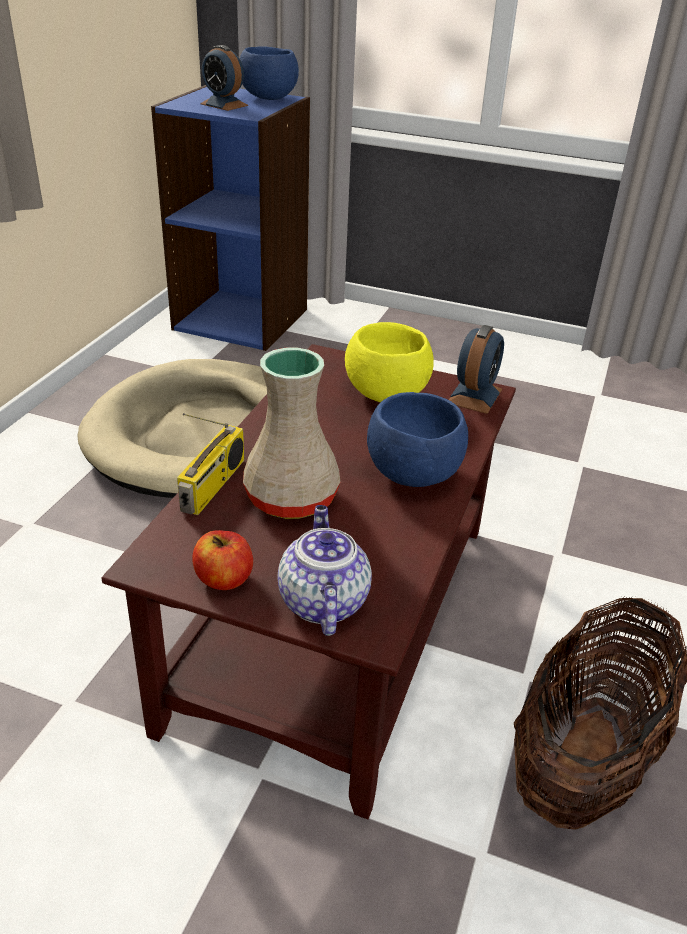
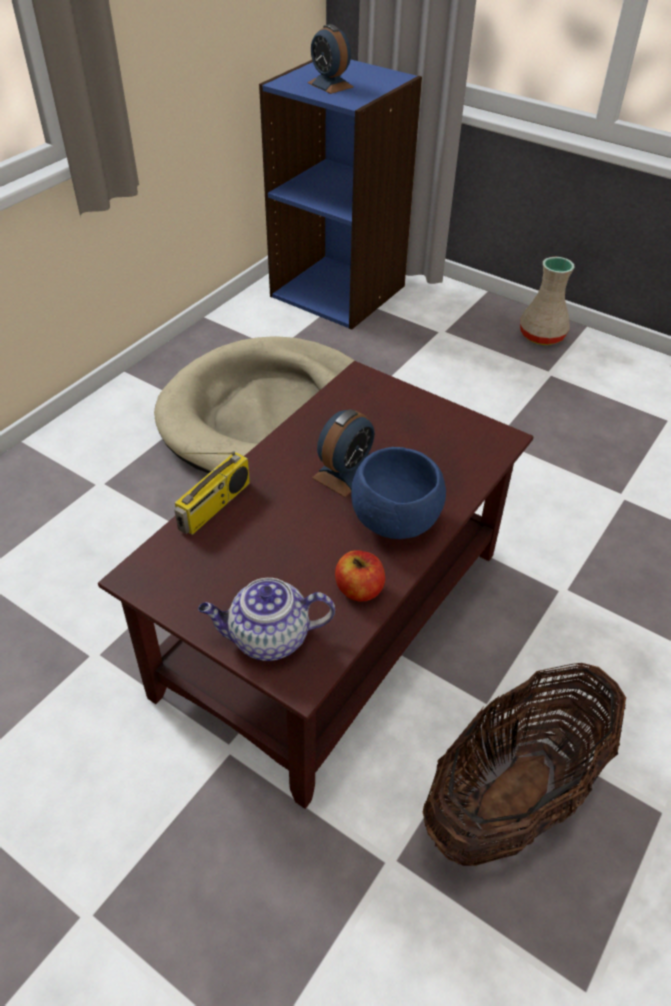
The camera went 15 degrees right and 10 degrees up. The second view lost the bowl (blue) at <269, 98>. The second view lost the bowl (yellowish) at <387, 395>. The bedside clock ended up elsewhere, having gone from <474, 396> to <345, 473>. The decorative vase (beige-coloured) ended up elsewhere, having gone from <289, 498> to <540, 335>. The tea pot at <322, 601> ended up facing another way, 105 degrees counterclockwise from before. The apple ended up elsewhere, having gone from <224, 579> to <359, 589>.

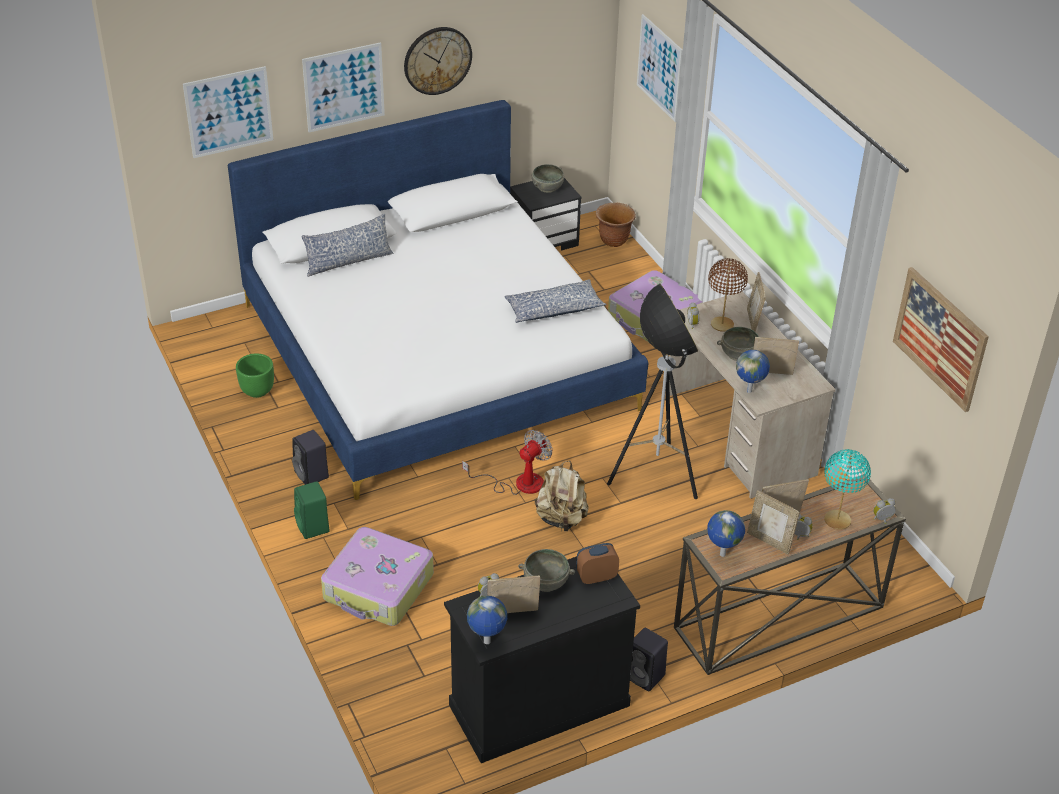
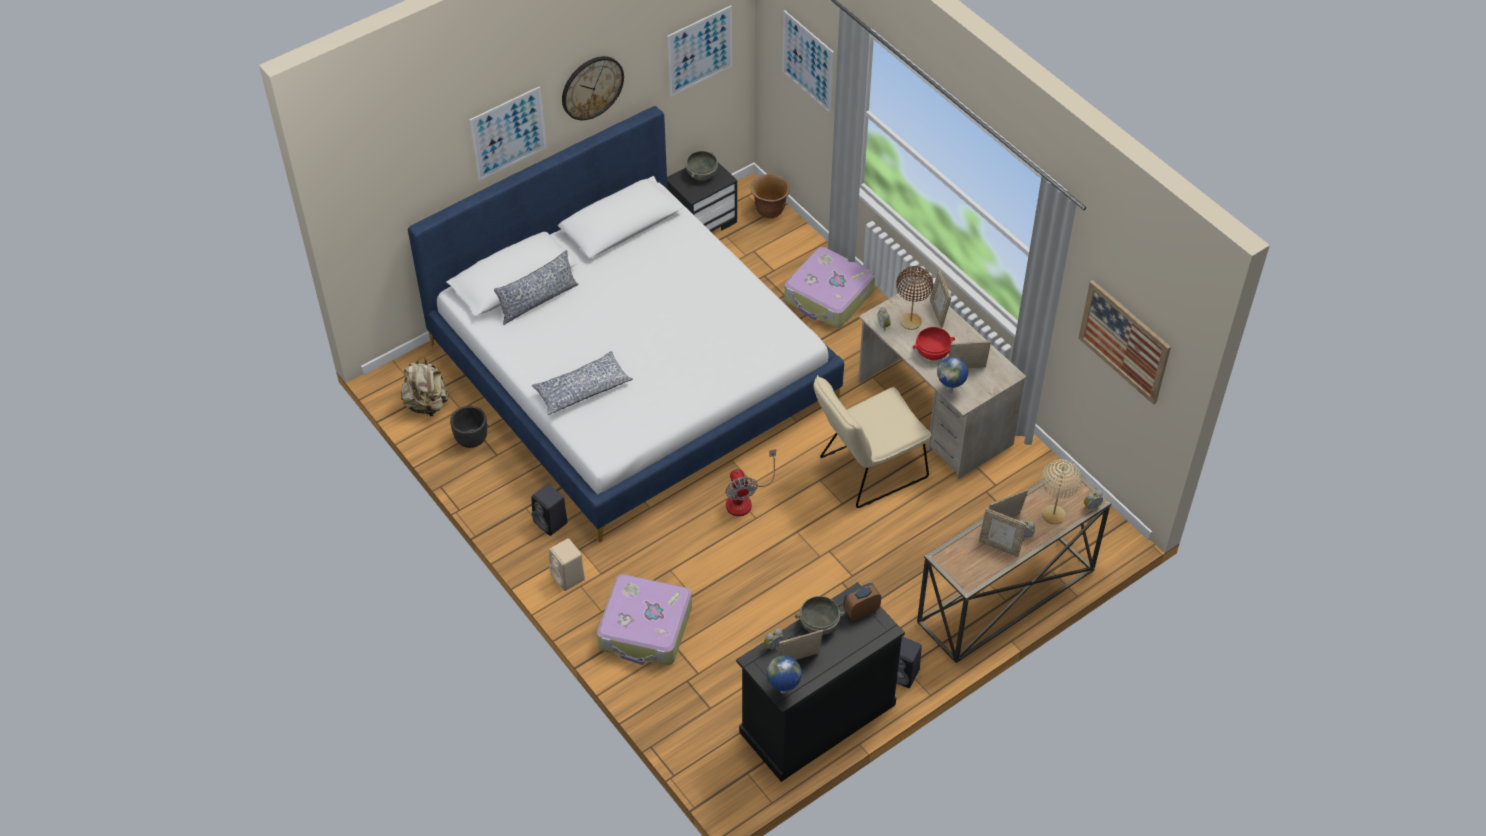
The camera went 10 degrees left and 10 degrees up. The wall art ended up elsewhere, having gone from <228, 112> to <699, 51>. The throw pillow ended up elsewhere, having gone from <553, 309> to <581, 389>. Where the standing lamp stood at <654, 476>, the chair (beige-coloured) came to stand at <866, 470>. What was the bowl (grey) at <738, 355> turned into the bowl (reddish) at <932, 353>. What was the planter (green) at <257, 390> turned into the planter (black-coloured) at <471, 439>. The cooling fan at <518, 483> ended up facing another way, 135 degrees clockwise from before. What was the lamp for a table (blue-green) at <837, 520> turned into the lamp for a table (beige-coloured) at <1053, 515>. The backpack (beige-coloured) ended up elsewhere, having gone from <561, 518> to <427, 404>. What was the loudspeaker (green) at <313, 527> turned into the loudspeaker (beige-coloured) at <568, 577>. The second view lost the globe at <721, 554>.

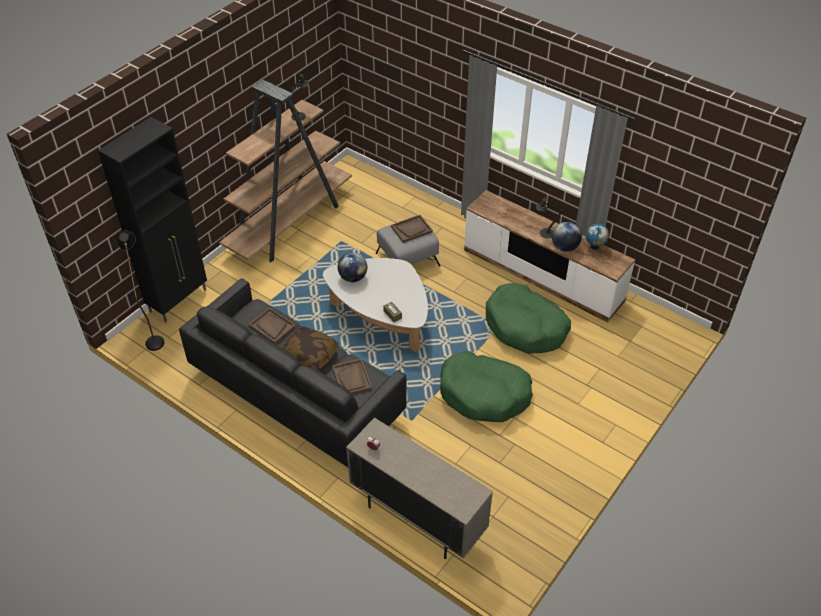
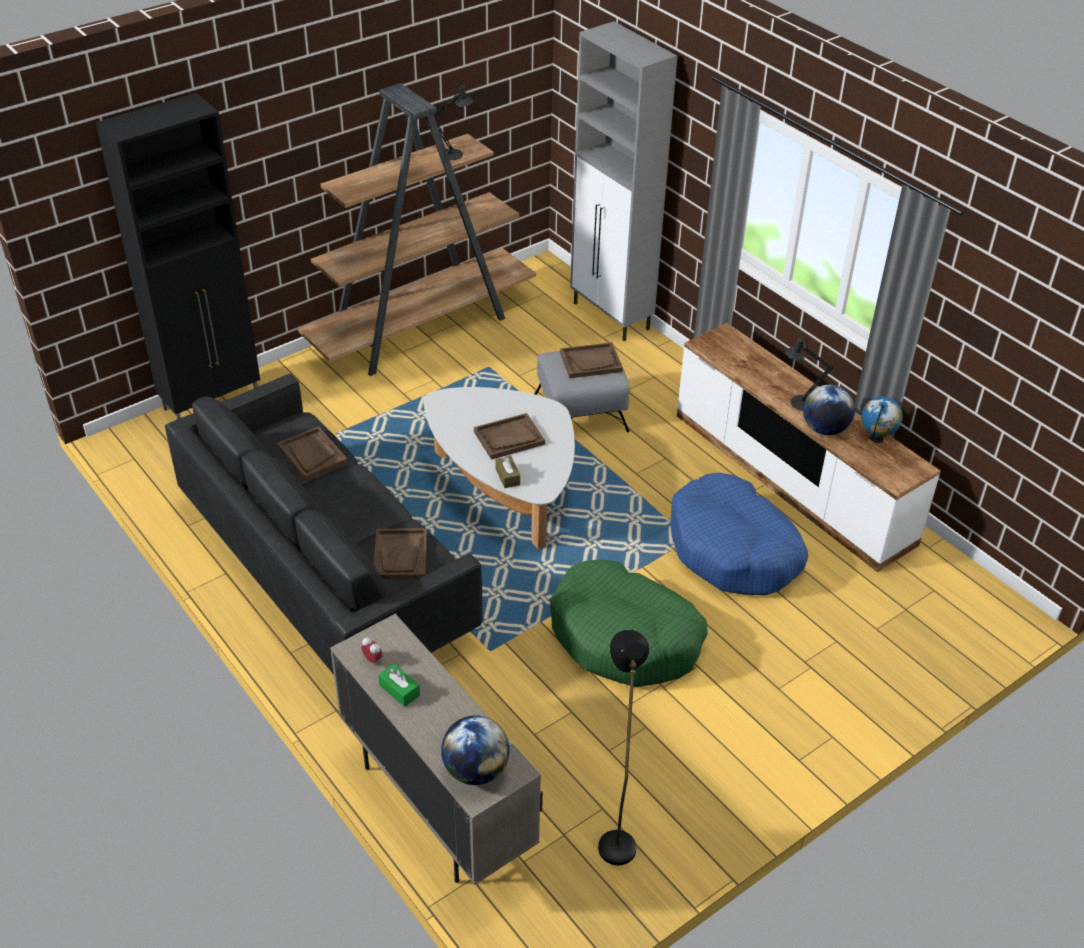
The camera went 15 degrees right and 5 degrees down. The standing lamp (black-coloured) ended up elsewhere, having gone from <154, 338> to <615, 835>. The globe ended up elsewhere, having gone from <353, 277> to <475, 770>. What was the pet bed (green) at <525, 327> turned into the pet bed (blue) at <733, 550>. The second view lost the throw pillow at <310, 355>. The second view gained the cupboard (grey) at <611, 317>. The second view gained the tray (brown) at <509, 438>. The second view gained the tissue box (green) at <399, 690>.

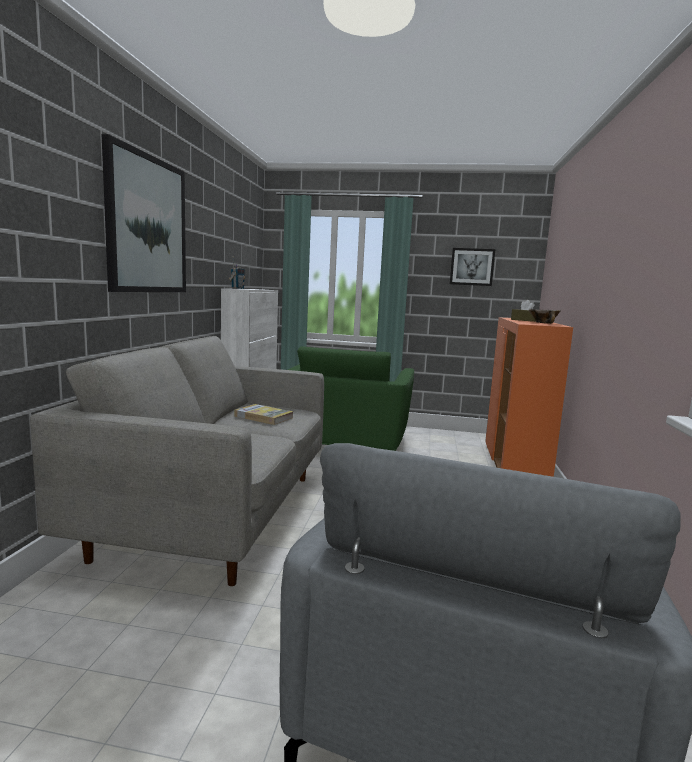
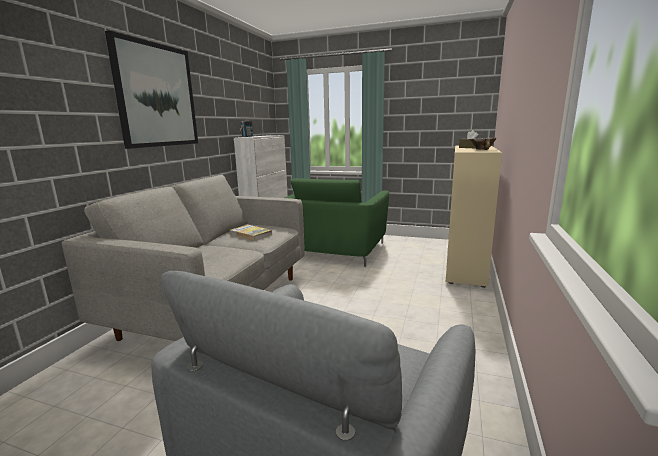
The camera went 10 degrees right and 5 degrees up. The second view lost the wall art at <472, 267>. What was the cupboard (orange) at <514, 465> turned into the cupboard (beige-coloured) at <465, 266>.

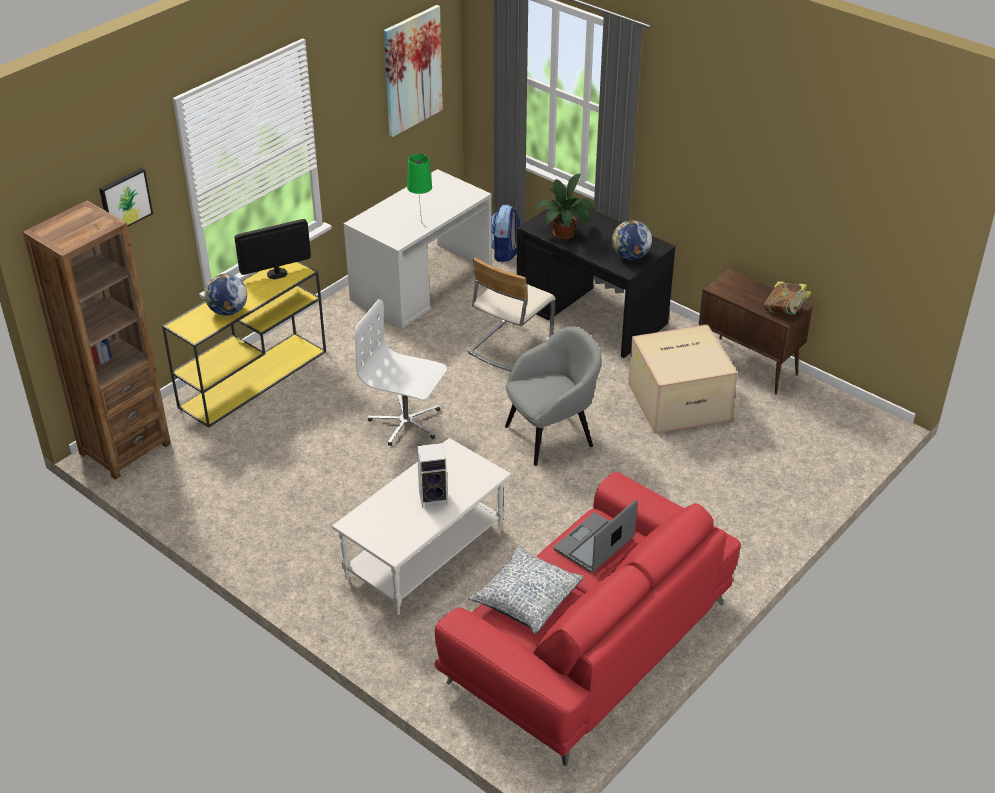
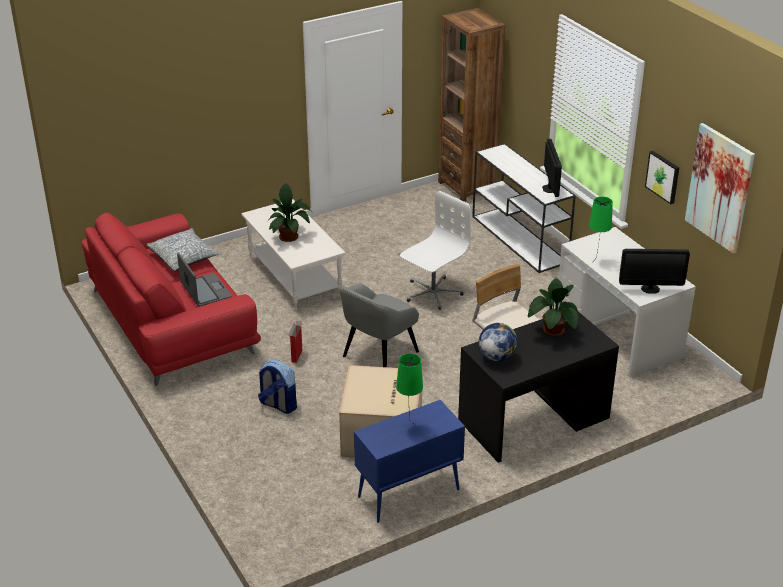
The camera went 110 degrees right and 5 degrees down. The wall art ended up elsewhere, having gone from <125, 200> to <663, 176>. The backpack ended up elsewhere, having gone from <505, 252> to <278, 405>. What was the narrow table (yellowish) at <254, 378> turned into the narrow table (white-coloured) at <520, 240>. What was the cupboard (brown) at <748, 366> turned into the cupboard (blue) at <408, 494>. The second view lost the globe at <228, 311>. The second view lost the book at <785, 311>. The easy chair (grey) at <551, 435> ended up facing another way, 45 degrees clockwise from before. Where the loudspeaker stood at <434, 497>, the houseplant came to stand at <289, 235>. The second view gained the computer display at <650, 289>. The second view gained the packing box at <297, 355>. The second view gained the lamp for a table (green) at <409, 424>.

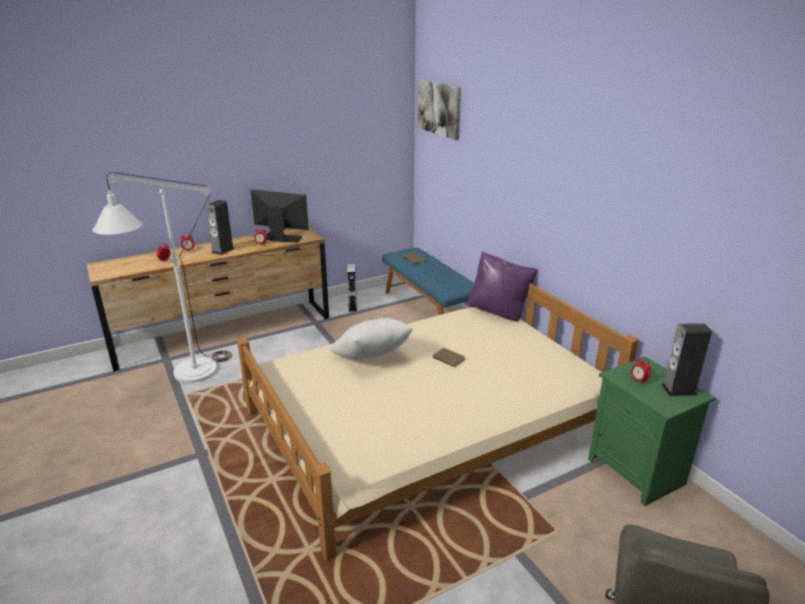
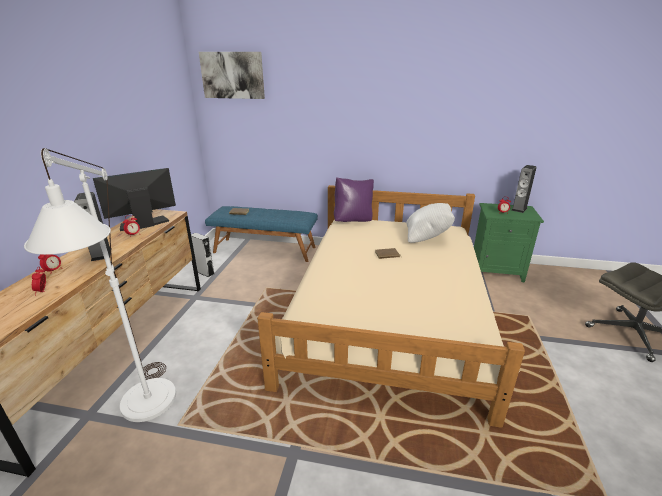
The camera went 50 degrees left and 0 degrees up. The throw pillow (white-coloured) ended up elsewhere, having gone from <372, 359> to <427, 237>.

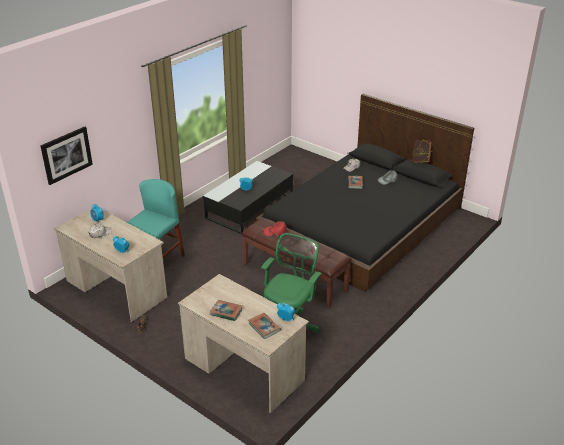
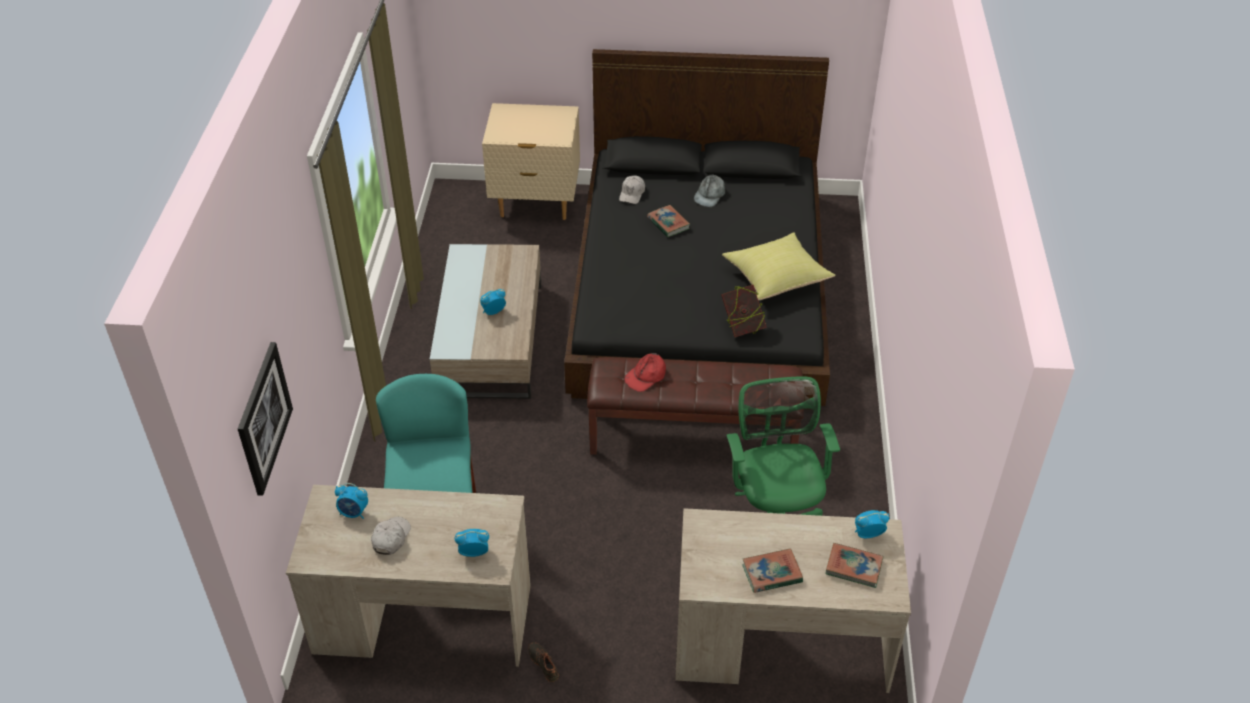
The camera went 35 degrees left and 10 degrees up. The book ended up elsewhere, having gone from <420, 160> to <742, 327>. What was the low table (black-coloured) at <249, 207> turned into the low table (beige-coloured) at <490, 338>. The second view gained the bedside table (beige-coloured) at <535, 204>. The second view gained the throw pillow (yellowish) at <776, 278>.

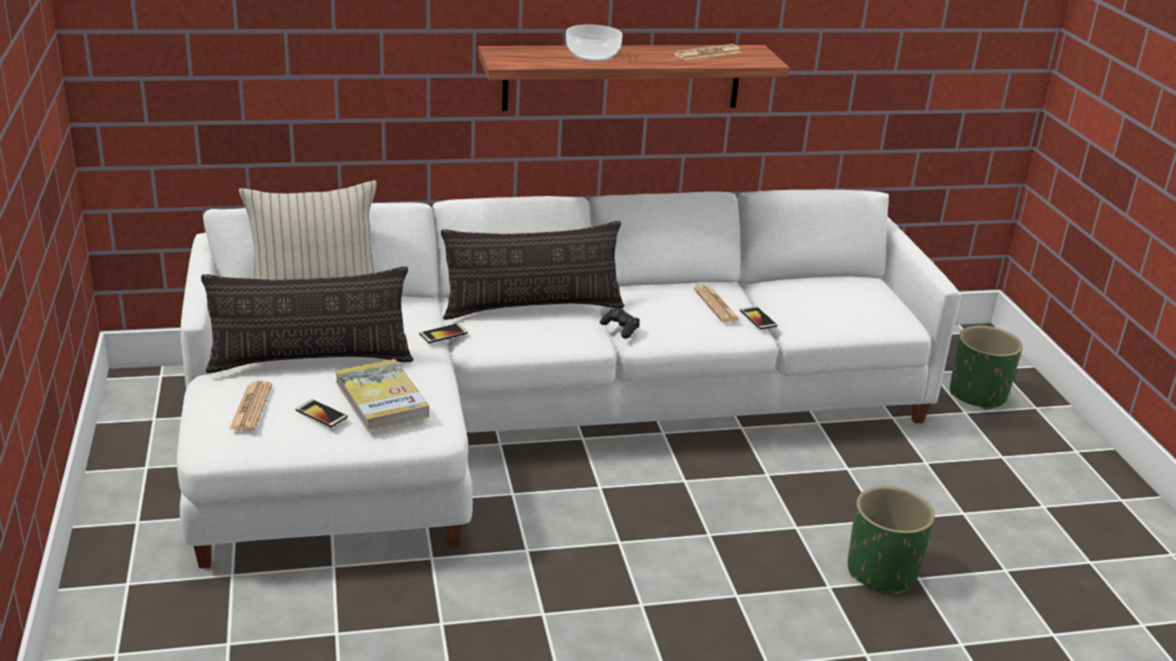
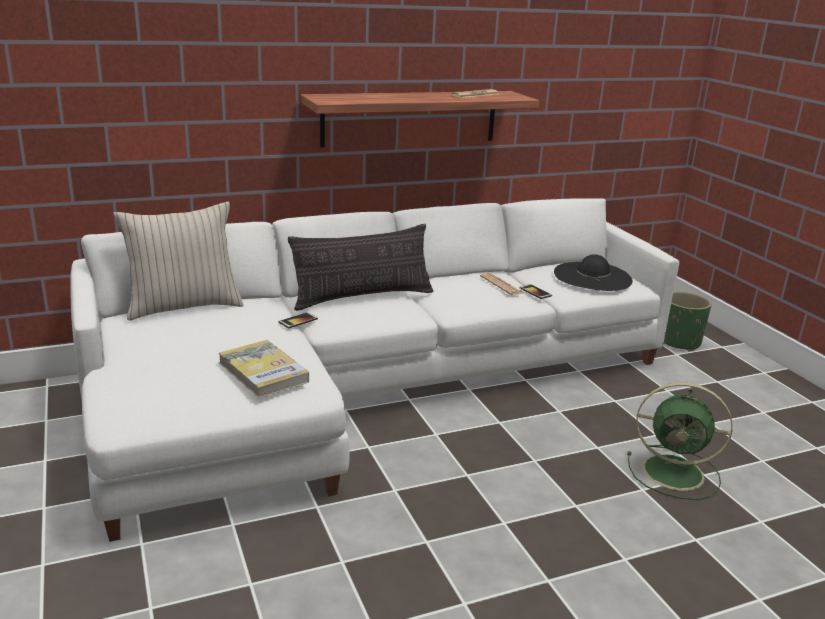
The camera went 10 degrees left and 5 degrees down. The second view lost the bowl at <593, 56>. The second view lost the throw pillow at <311, 360>. The second view lost the gamepad (black-coloured) at <620, 328>. The second view lost the daily paper at <251, 407>. The second view lost the phone at <321, 414>. Where the planter (green) stood at <882, 572>, the cooling fan (green) came to stand at <676, 473>. The second view gained the clothing hat (black-coloured) at <592, 276>.

